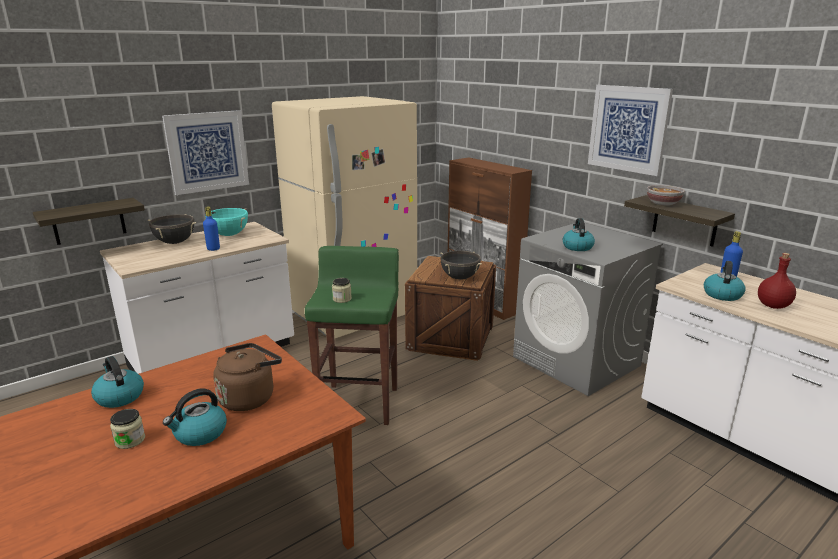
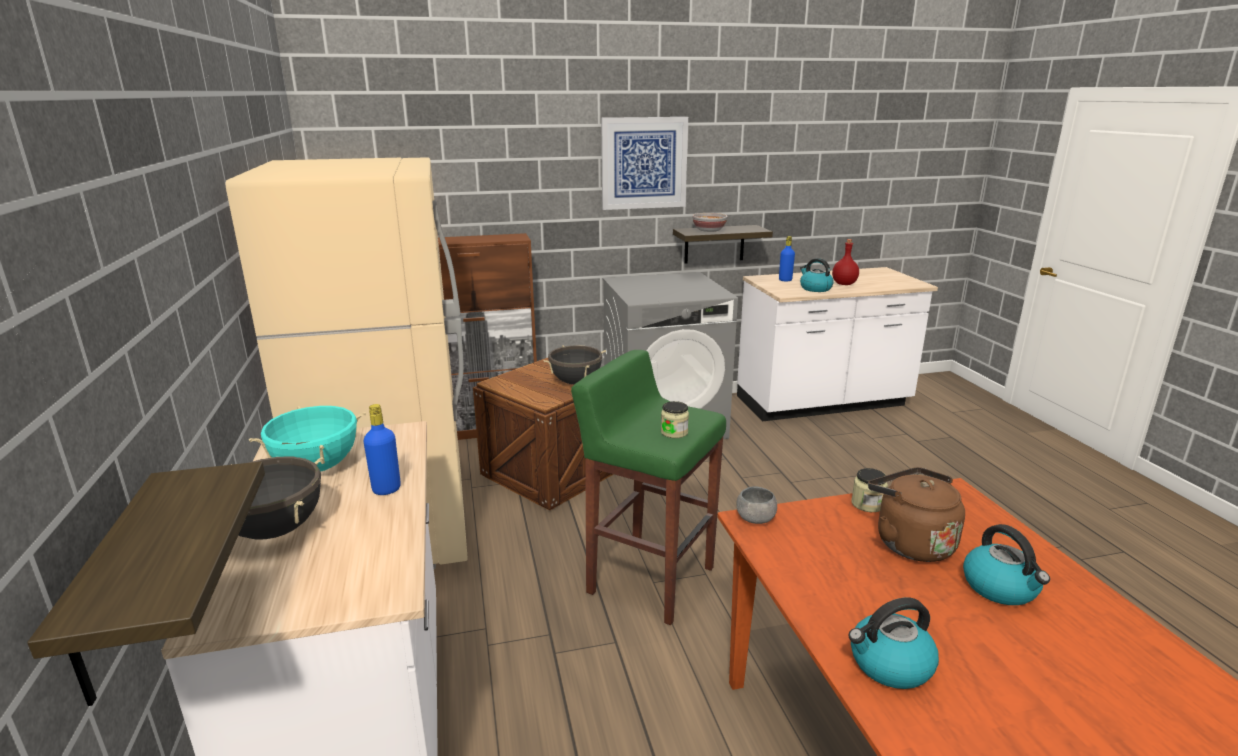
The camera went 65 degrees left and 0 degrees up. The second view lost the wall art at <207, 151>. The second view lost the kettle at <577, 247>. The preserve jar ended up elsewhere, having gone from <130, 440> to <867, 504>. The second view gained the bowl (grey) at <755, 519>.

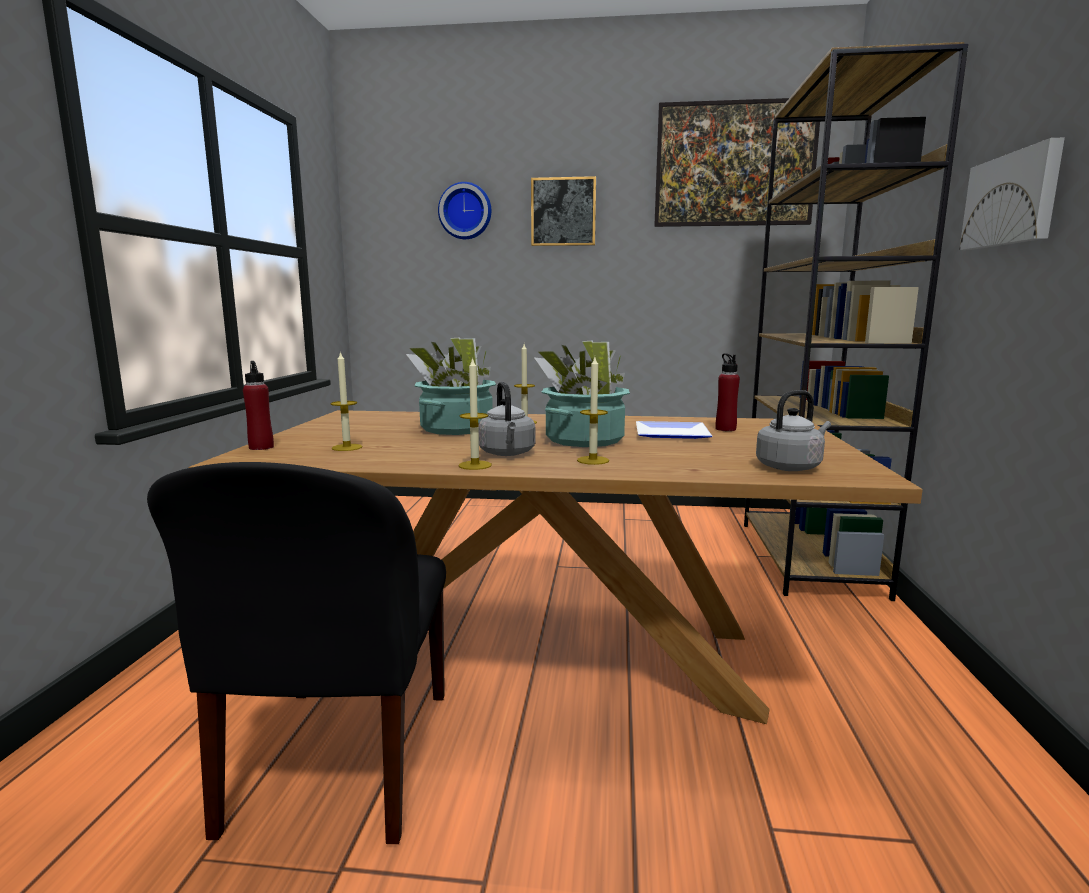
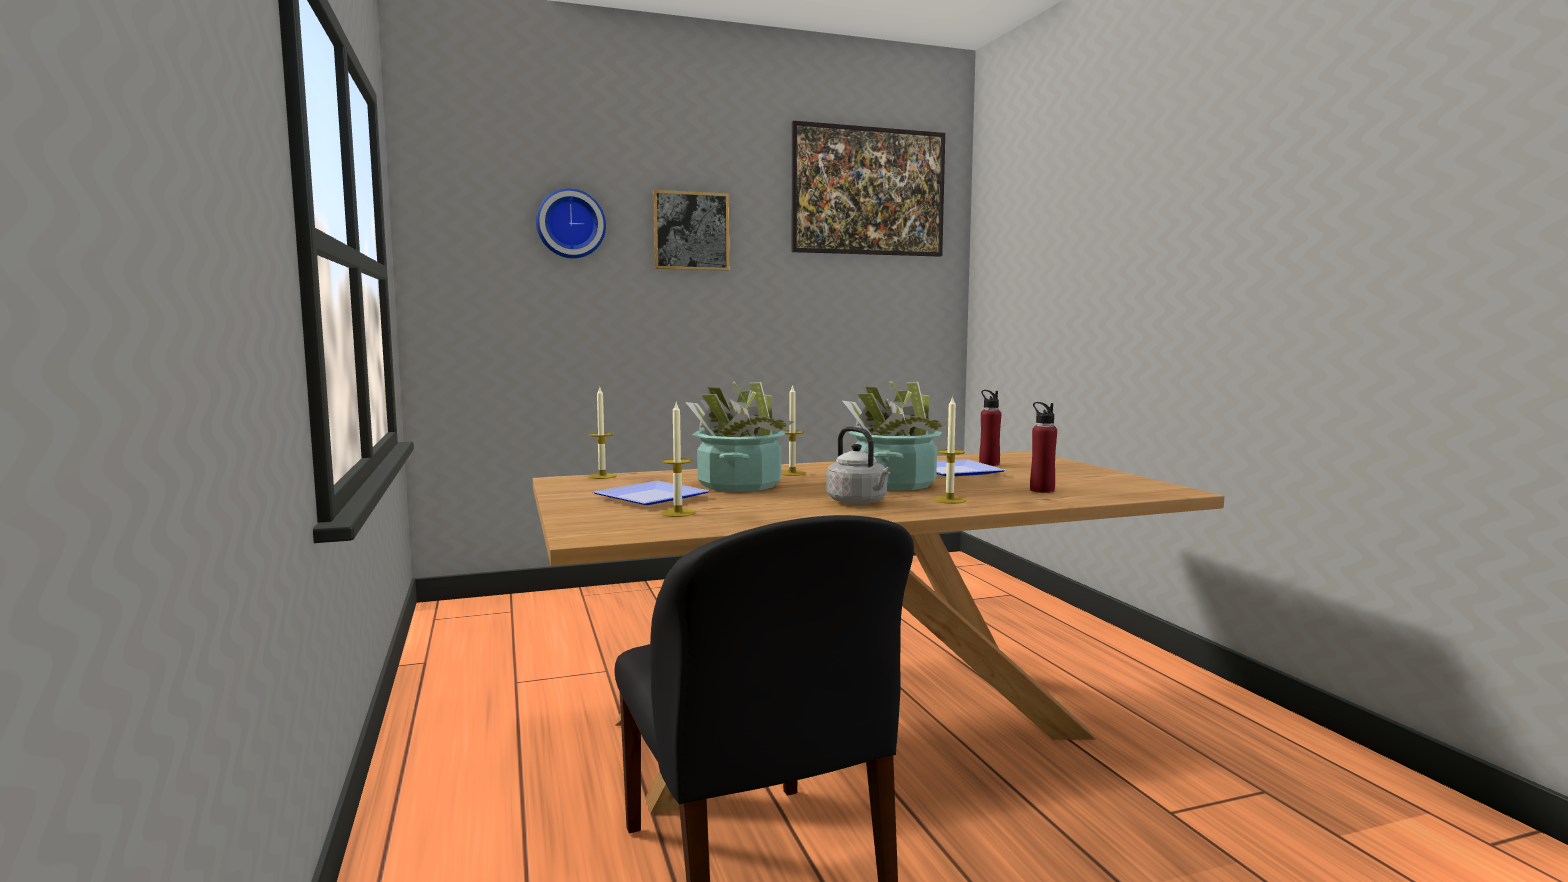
The camera went 25 degrees left and 5 degrees down. The second view lost the bookshelf (brown) at <810, 558>. The second view lost the wall art at <1013, 200>. The candle ended up elsewhere, having gone from <475, 465> to <602, 476>. The bottle (reddish) ended up elsewhere, having gone from <261, 447> to <1042, 490>. The second view lost the kettle (grey) at <790, 467>. The second view gained the flat dish at <651, 497>.

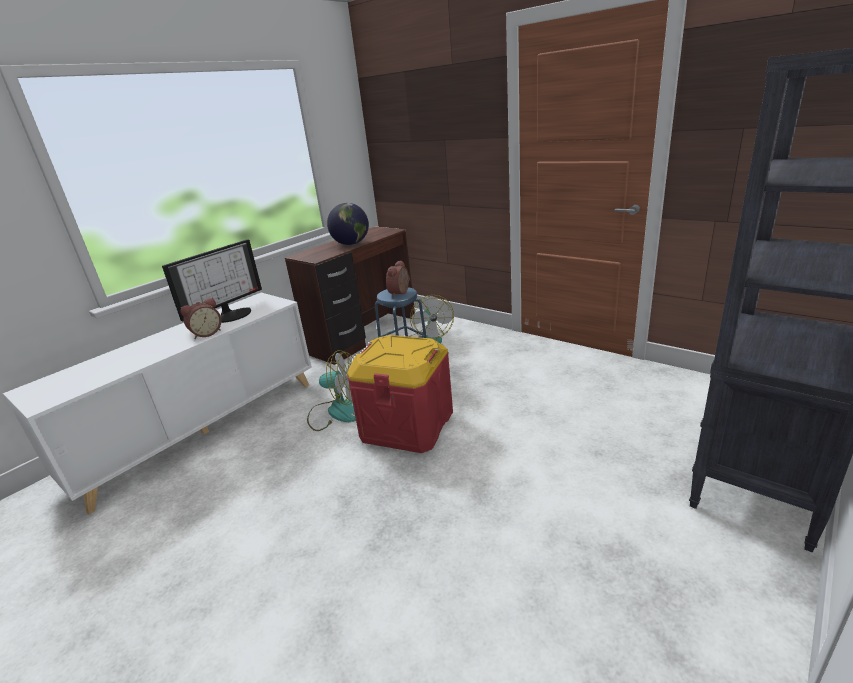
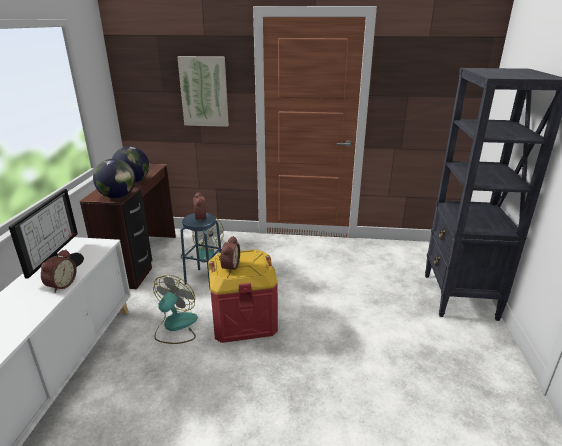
The camera went 35 degrees left and 0 degrees up. The cooling fan at <335, 412> ended up facing another way, 45 degrees counterclockwise from before. The second view gained the wall art at <204, 92>. The second view gained the globe at <118, 196>. The second view gained the bedside clock at <229, 267>.

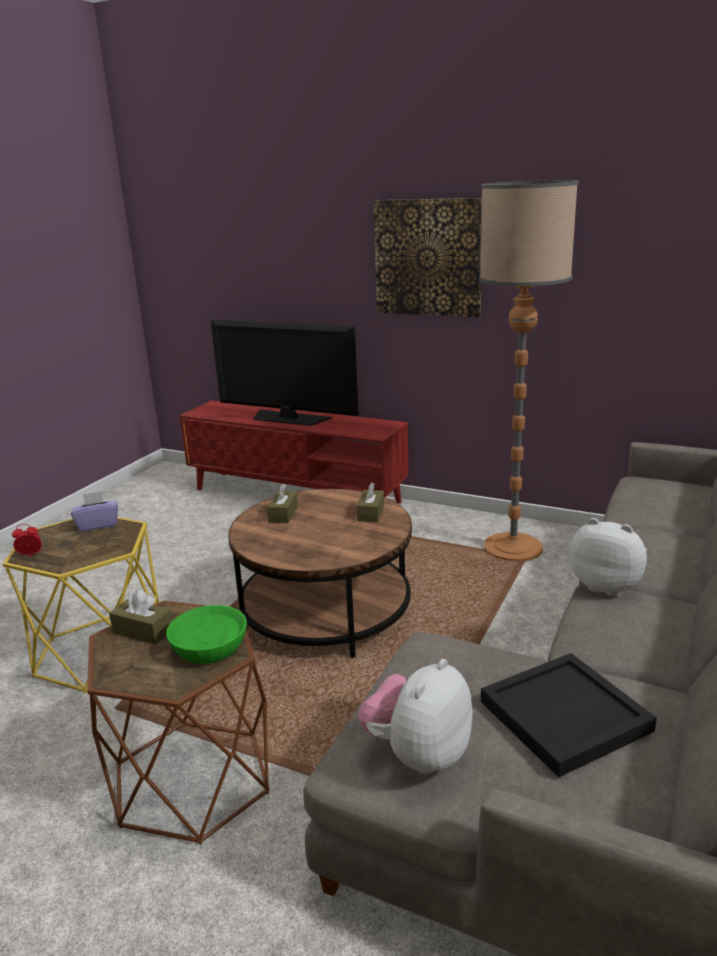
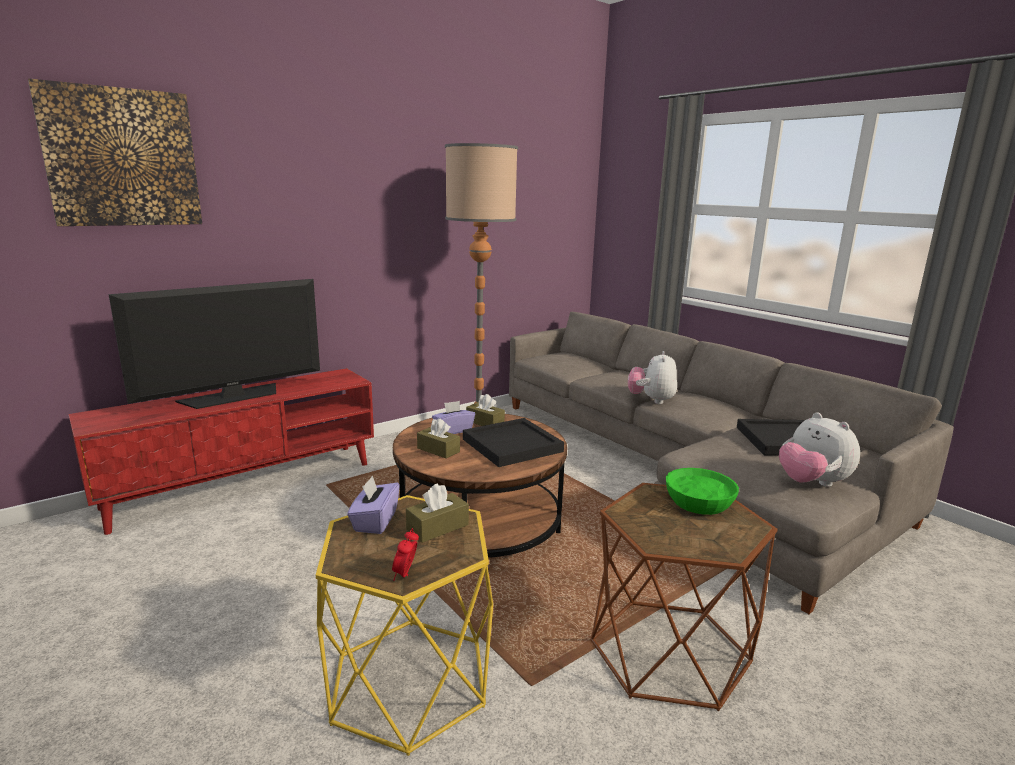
The camera went 65 degrees left and 5 degrees down. The wall art ended up elsewhere, having gone from <428, 258> to <122, 158>. The cuddly toy at <606, 586> ended up facing another way, 45 degrees counterclockwise from before. The tissue box (brown) ended up elsewhere, having gone from <143, 631> to <437, 527>. The second view gained the tissue box (purple) at <453, 430>. The second view gained the tray (black-coloured) at <512, 445>.

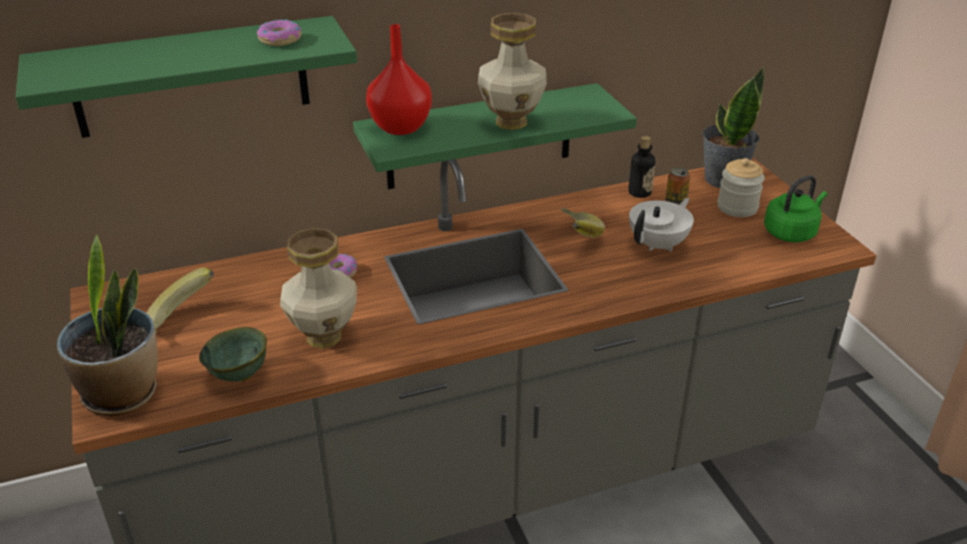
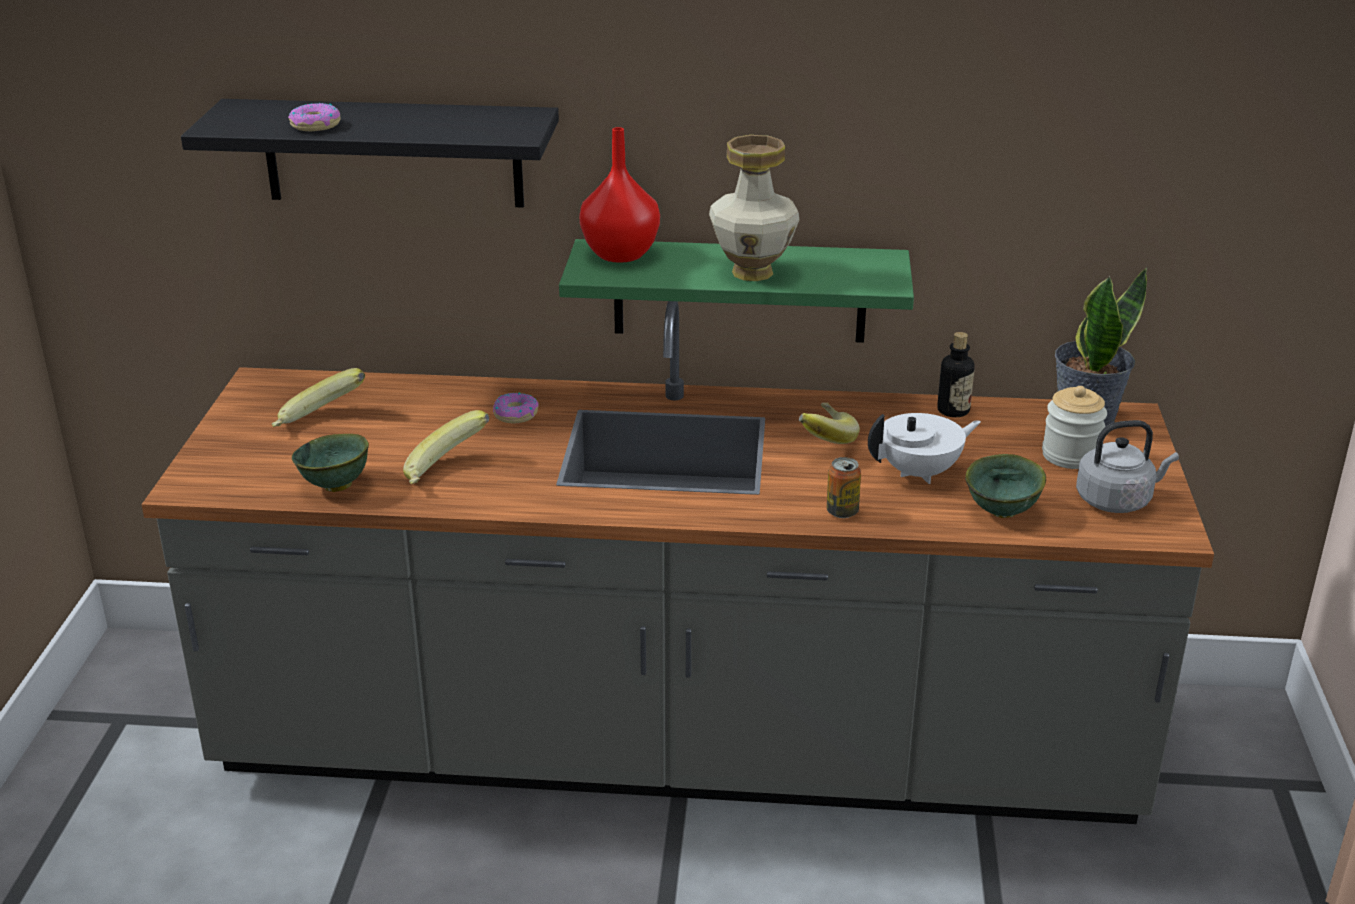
The camera went 25 degrees right and 5 degrees down. What was the bracket shelf (green) at <191, 77> turned into the bracket shelf (black-coloured) at <393, 153>. The doughnut ended up elsewhere, having gone from <280, 40> to <315, 125>. The can ended up elsewhere, having gone from <675, 204> to <842, 512>. What was the kettle (green) at <791, 232> turned into the kettle (grey) at <1117, 500>. Where the decorative vase stood at <324, 337>, the banana fruit came to stand at <447, 473>. The second view lost the houseplant at <123, 394>. The second view gained the bowl (green) at <1003, 512>.

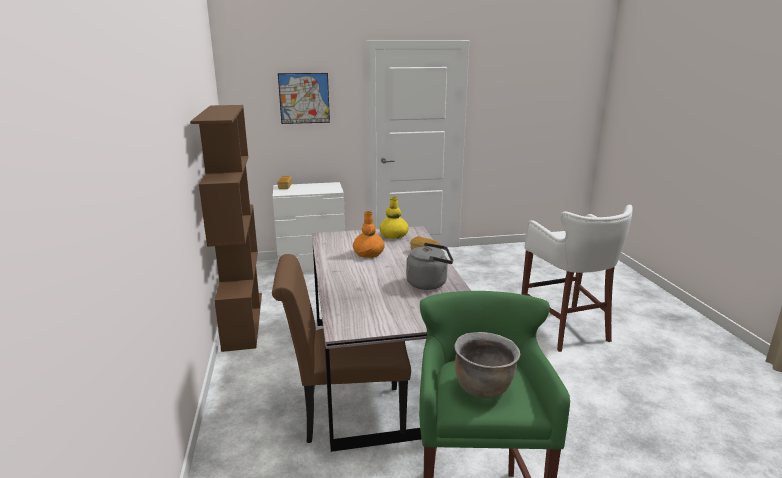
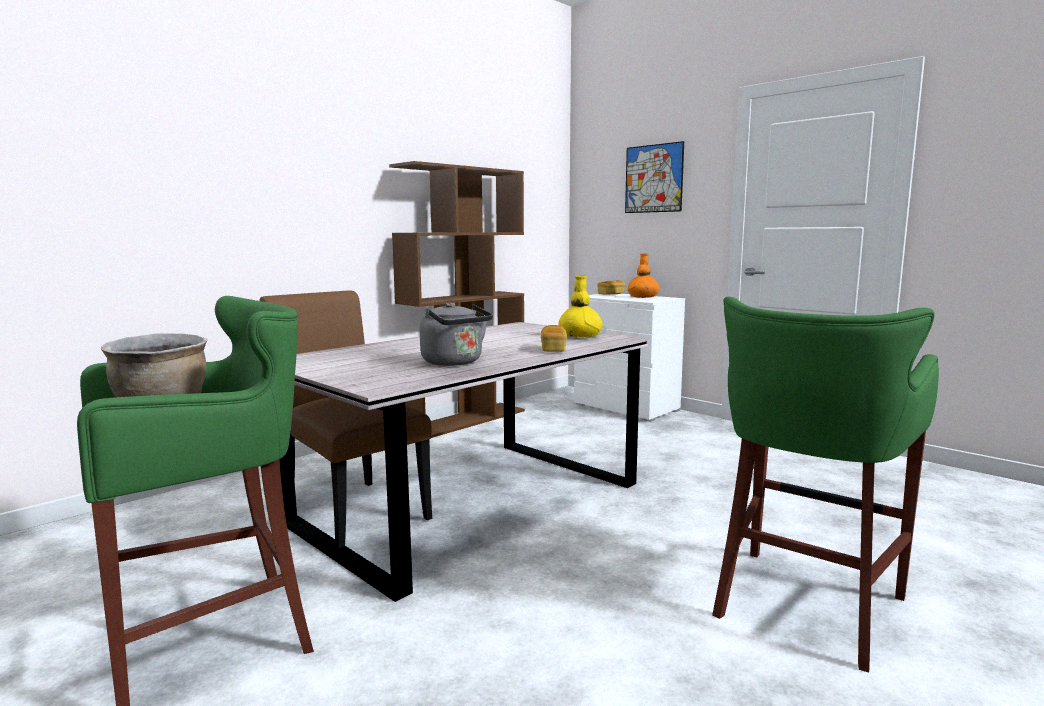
The camera went 55 degrees right and 10 degrees down. What was the sitting stool (white-coloured) at <566, 331> turned into the sitting stool (green) at <804, 607>. The decorative vase (orange) ended up elsewhere, having gone from <369, 253> to <643, 296>.

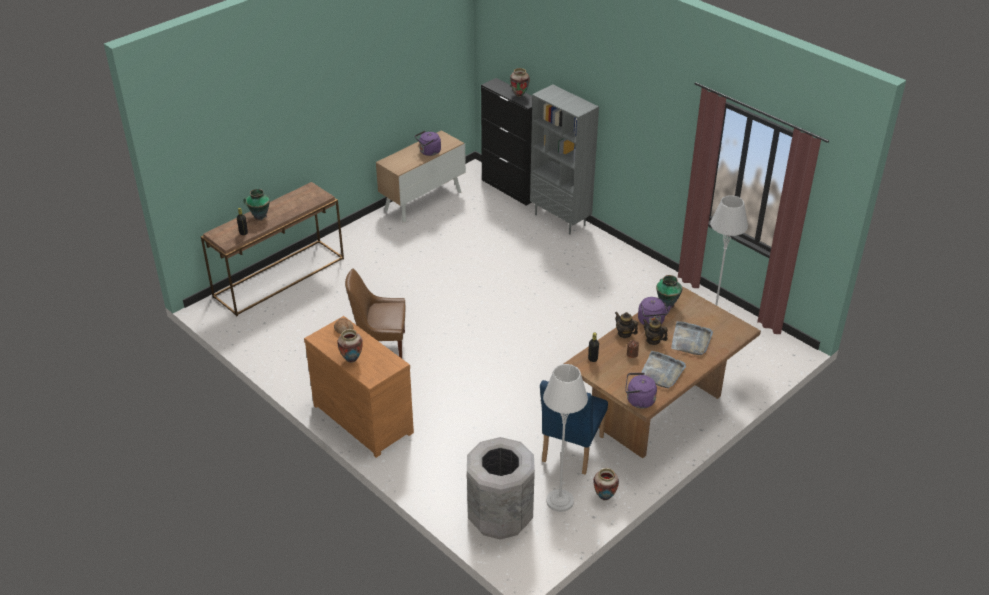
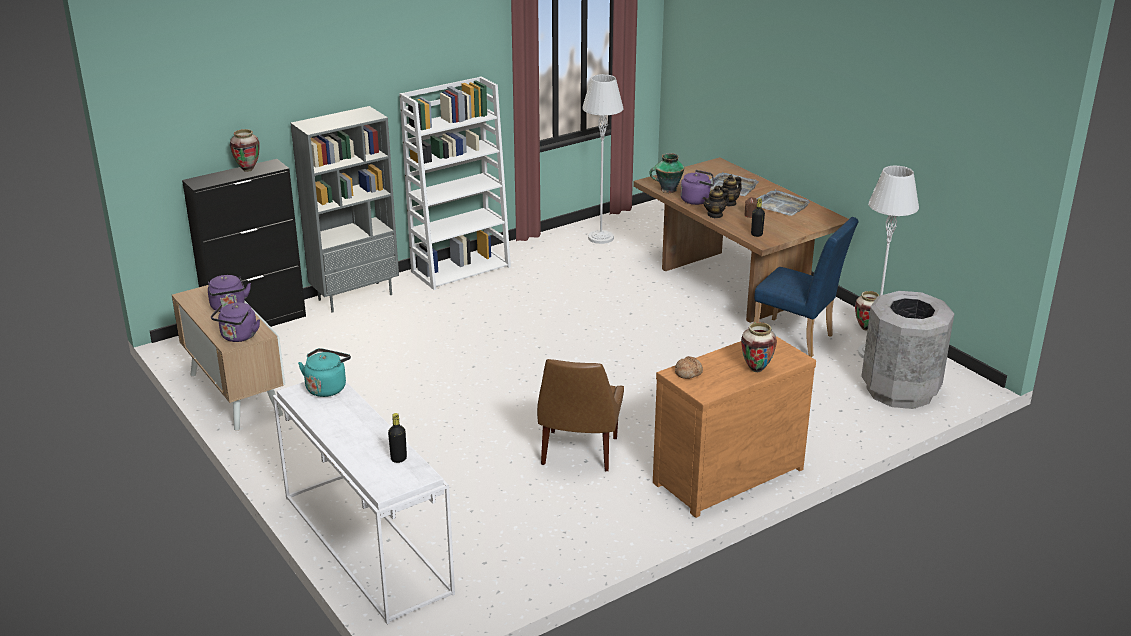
The camera went 80 degrees left and 10 degrees down. What was the narrow table (brown) at <279, 277> turned into the narrow table (white-coloured) at <364, 543>. The second view lost the decorative vase at <259, 216>. The kettle (purple) ended up elsewhere, having gone from <638, 401> to <238, 337>. The second view gained the bookshelf (white-coloured) at <461, 269>. The second view gained the kettle (blue-green) at <327, 387>.

